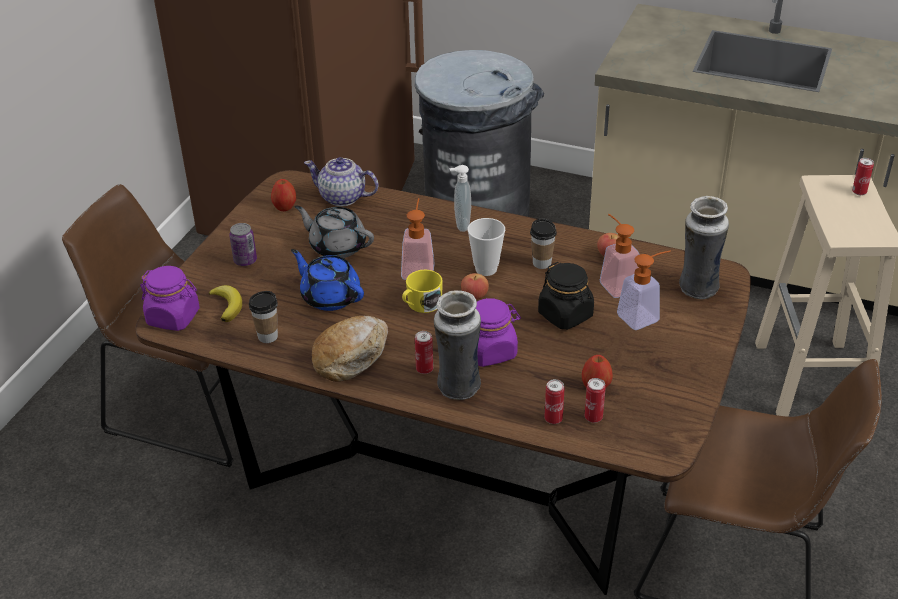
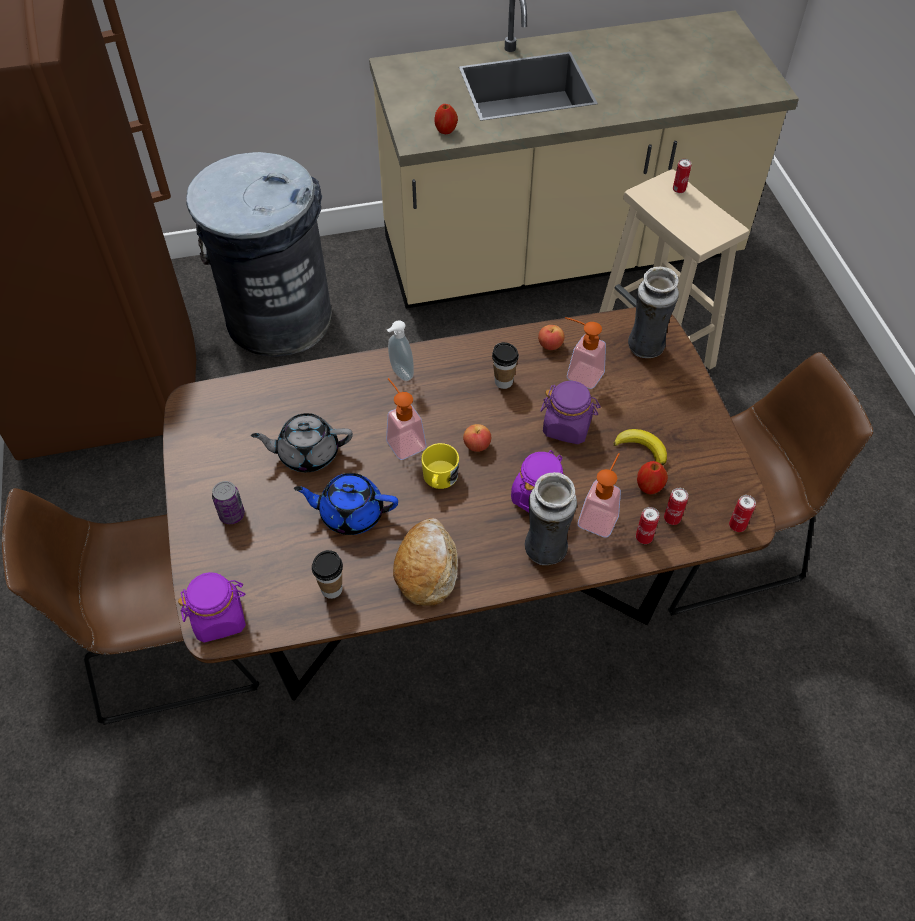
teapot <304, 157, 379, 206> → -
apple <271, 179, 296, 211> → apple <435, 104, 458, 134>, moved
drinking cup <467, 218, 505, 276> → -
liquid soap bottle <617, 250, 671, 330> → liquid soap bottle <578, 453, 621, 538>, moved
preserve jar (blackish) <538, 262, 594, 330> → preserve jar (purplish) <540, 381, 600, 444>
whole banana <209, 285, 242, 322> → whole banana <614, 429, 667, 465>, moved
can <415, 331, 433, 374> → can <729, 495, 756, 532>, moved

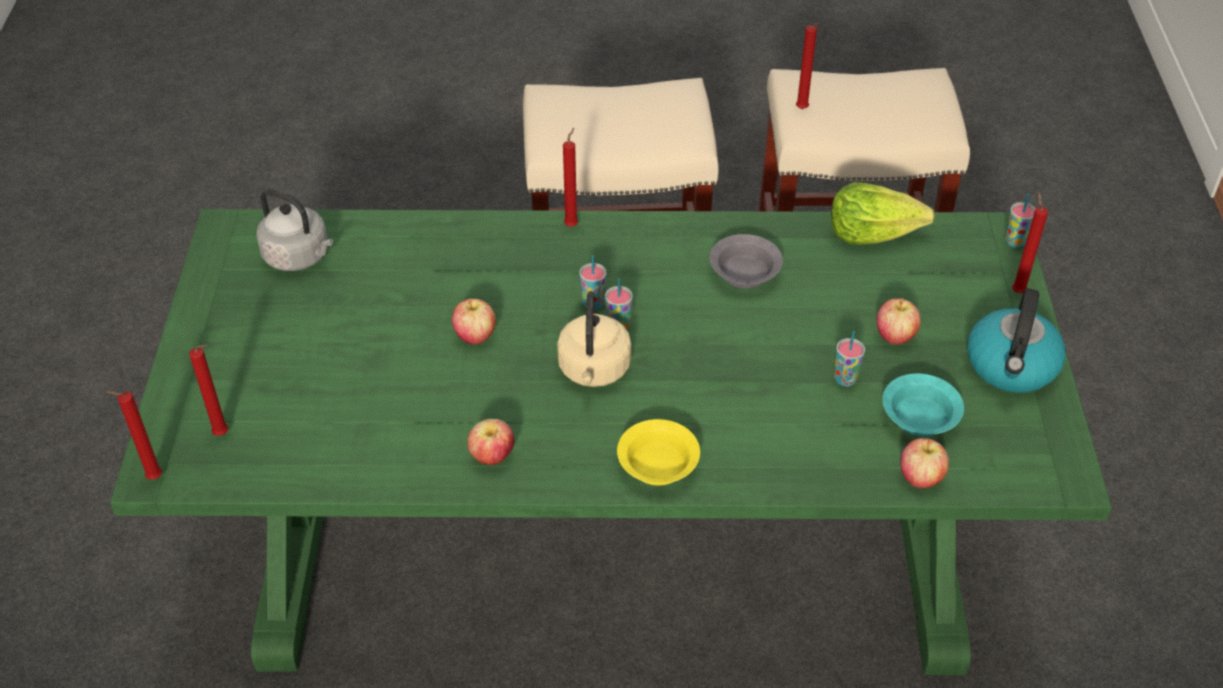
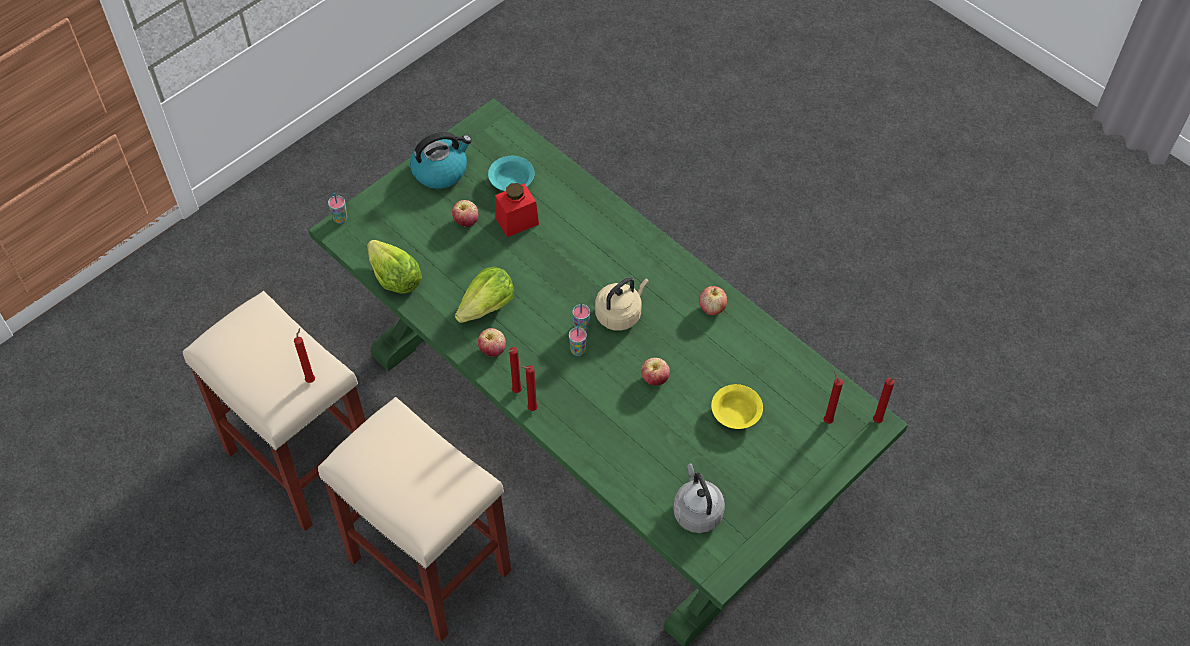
wax light (reddish) <1012, 193, 1048, 293> → wax light (reddish) <508, 347, 522, 393>, moved
deep dish (gray) <710, 234, 783, 289> → lettuce head <455, 267, 514, 323>
drinking cup <834, 331, 865, 387> → preserve jar (reddish) <495, 183, 539, 237>
deep dish (yellowish) <617, 419, 700, 486> → deep dish (yellowish) <711, 384, 763, 429>, moved
apple <900, 438, 949, 488> → apple <478, 328, 506, 357>, moved

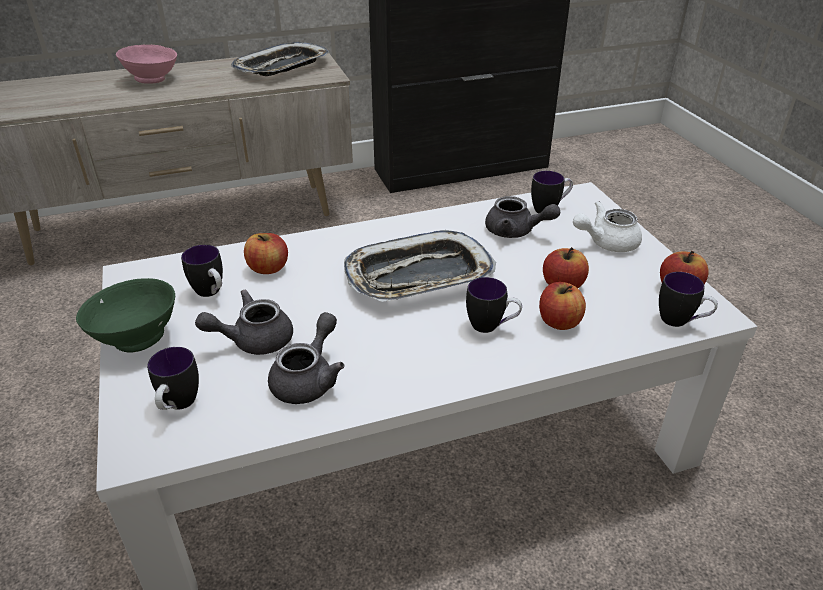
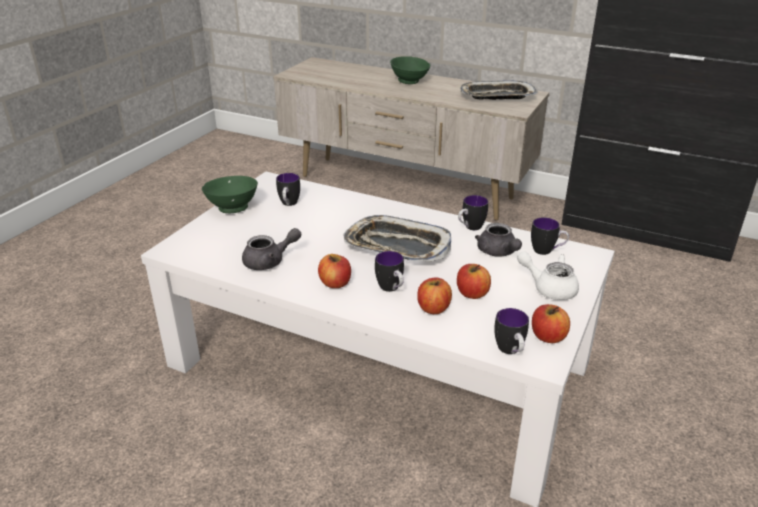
deep dish (pinkish) <116, 45, 177, 84> → deep dish (greenish) <390, 56, 430, 84>
apple <244, 233, 288, 274> → apple <318, 254, 351, 288>, moved
teapot (gray) <195, 290, 293, 355> → -
mug <147, 347, 199, 410> → mug <458, 195, 488, 230>, moved

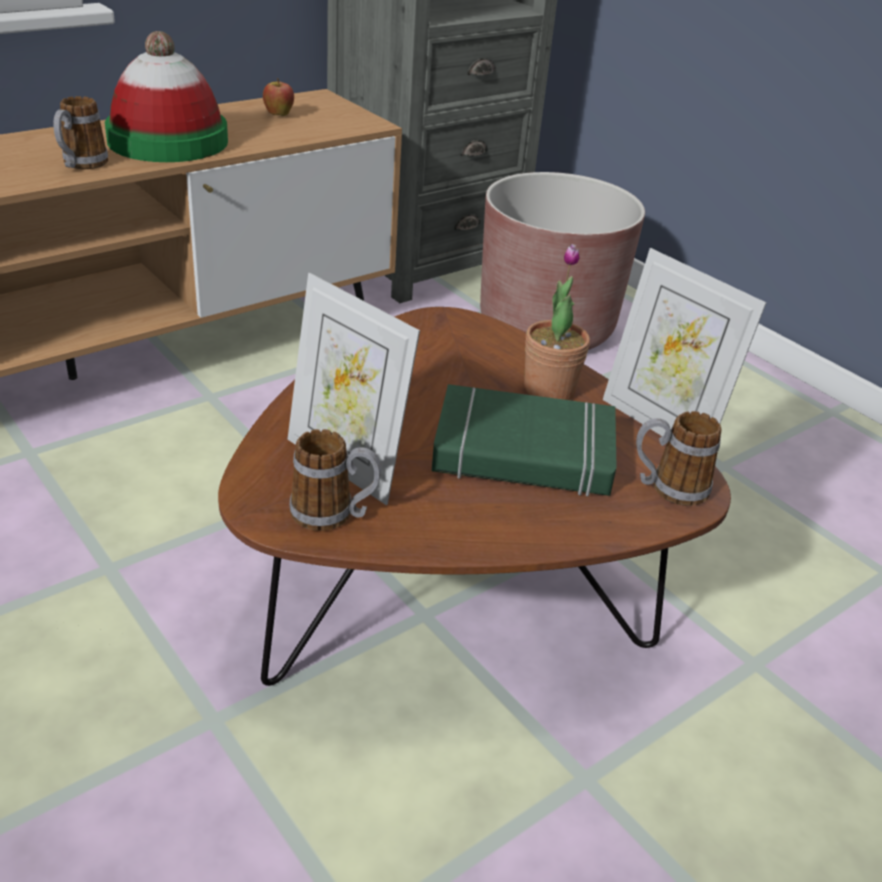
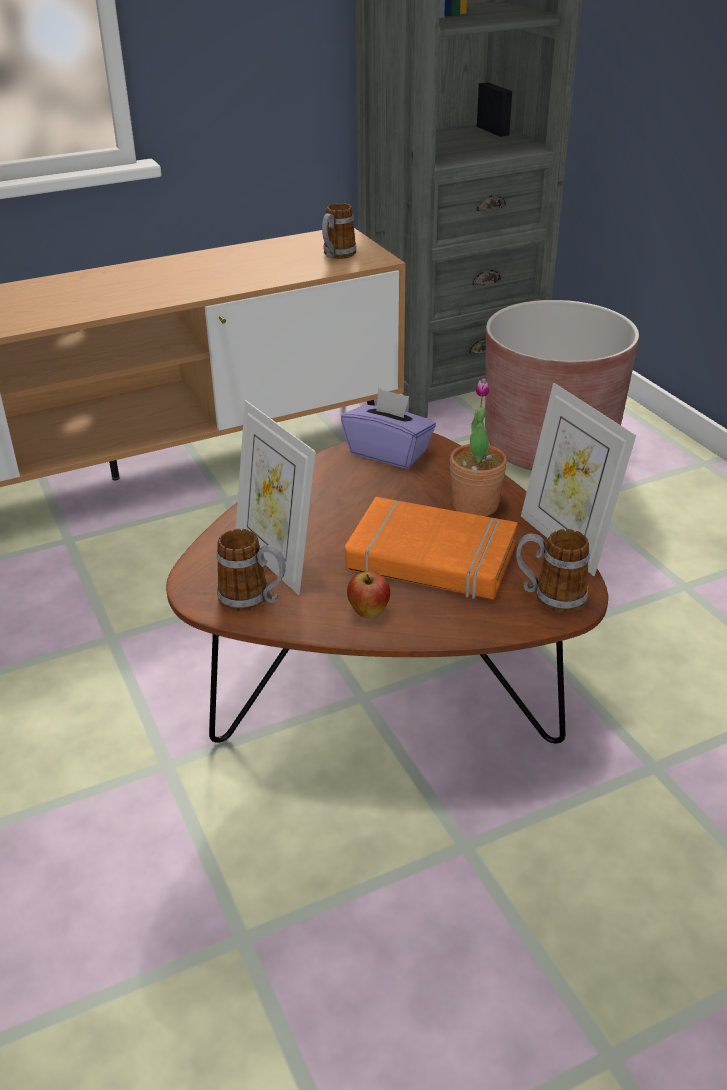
wearable hat <105, 31, 228, 162> → -
apple <263, 78, 294, 116> → apple <347, 571, 390, 618>, moved
mug <53, 96, 108, 169> → mug <322, 203, 357, 259>, moved
bound book (greenish) <432, 384, 617, 496> → bound book (orange) <345, 497, 518, 599>
- → tissue box (purplish) <341, 388, 436, 469>

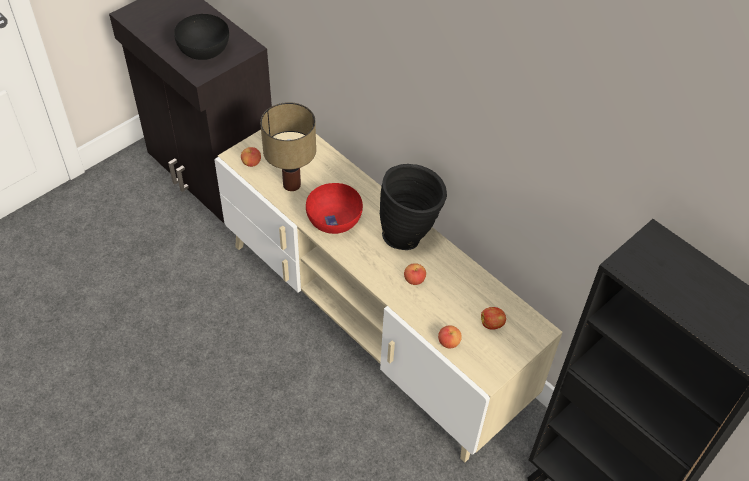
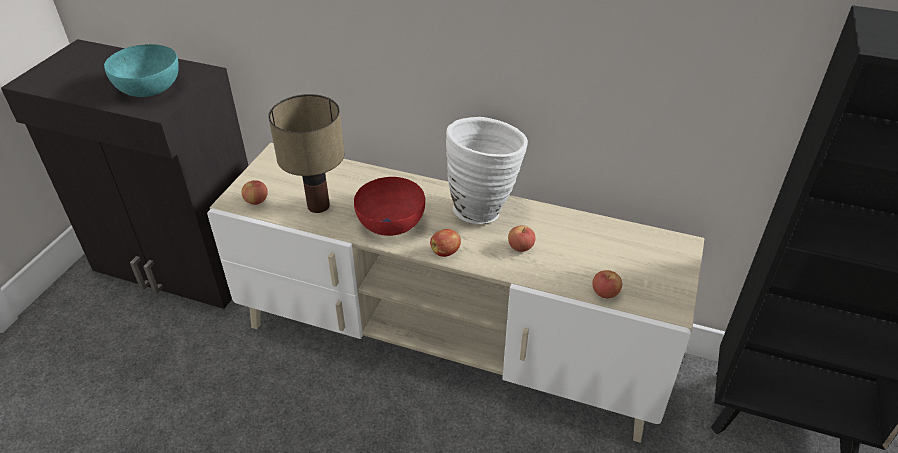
deep dish (blackish) <174, 14, 229, 60> → deep dish (blue-green) <104, 44, 179, 97>
vase (blackish) <380, 164, 447, 250> → vase (whitish) <446, 117, 528, 224>
apple <481, 307, 506, 330> → apple <430, 229, 461, 257>, moved

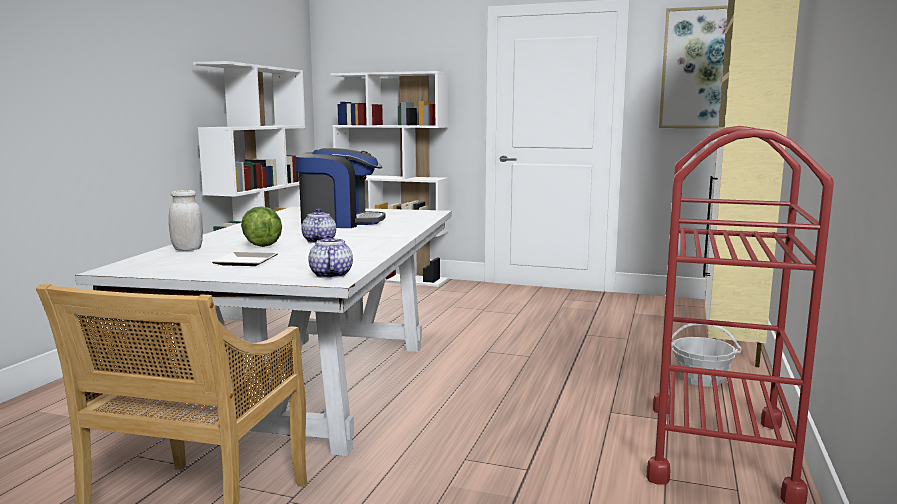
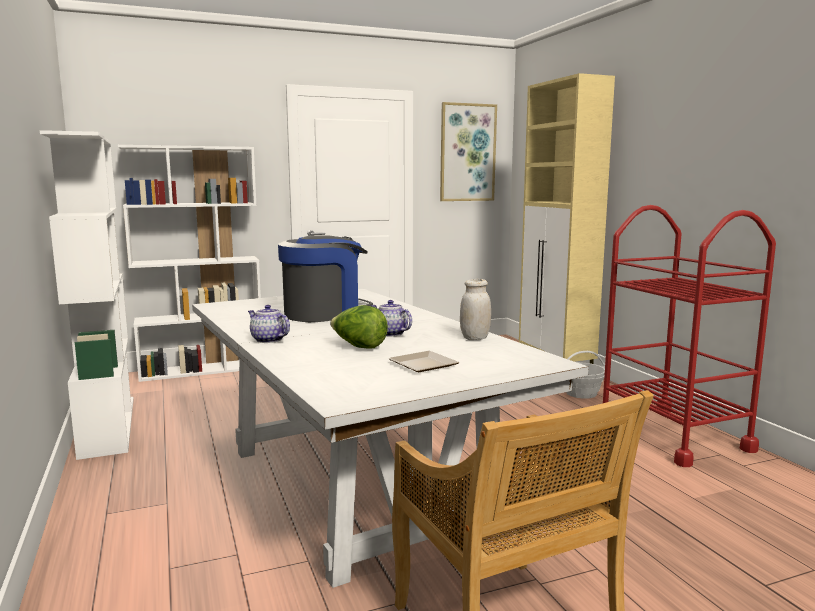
preserve jar (whitish) <169, 190, 203, 251> → preserve jar (whitish) <460, 279, 491, 340>, moved
teapot <308, 233, 353, 278> → teapot <248, 305, 290, 343>, moved

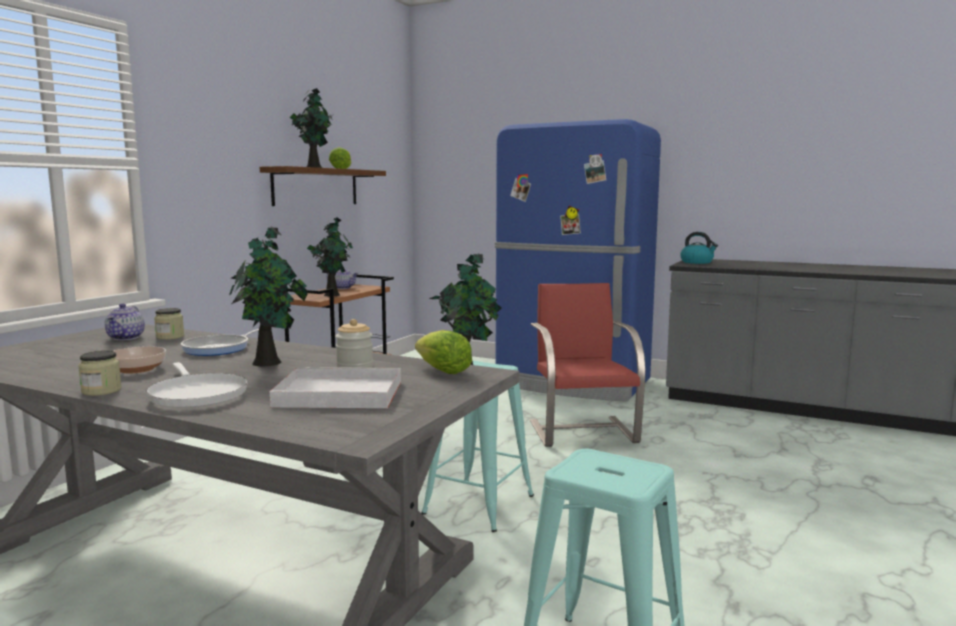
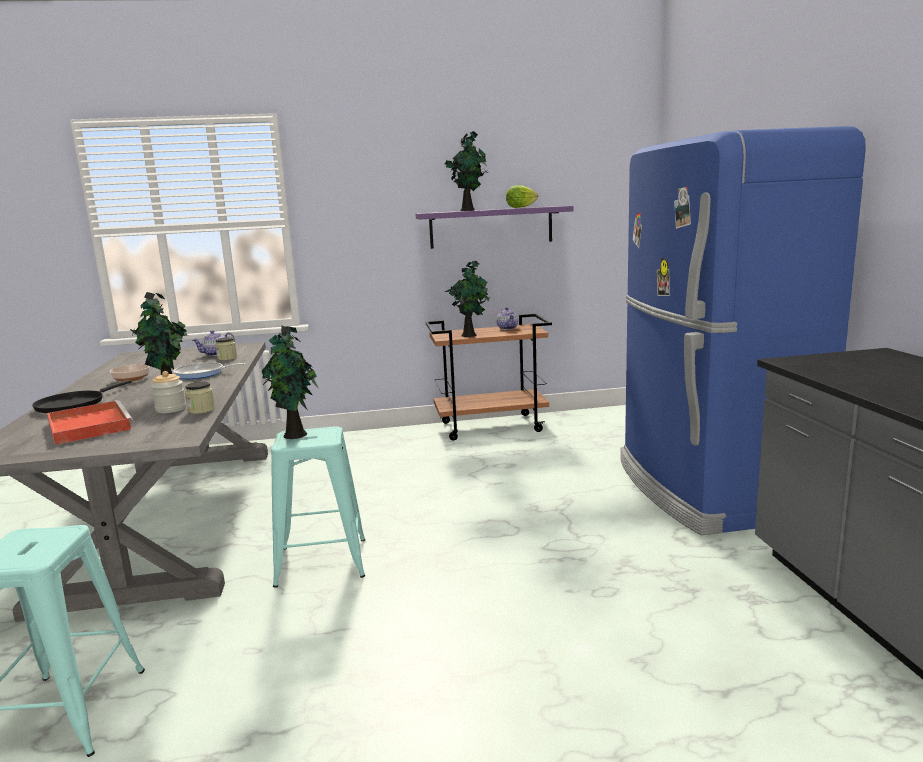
bracket shelf (brownish) <260, 166, 386, 206> → bracket shelf (purplish) <416, 206, 574, 249>
kettle <680, 232, 718, 264> → -
plain chair (reddish) <530, 283, 646, 447> → -
lettuce head <415, 330, 472, 374> → -
preserve jar <78, 351, 122, 396> → preserve jar <185, 381, 215, 414>, moved
frying pan (whitish) <146, 362, 248, 408> → frying pan (blackish) <32, 380, 131, 413>
tray (whitish) <270, 367, 401, 408> → tray (reddish) <47, 400, 133, 445>

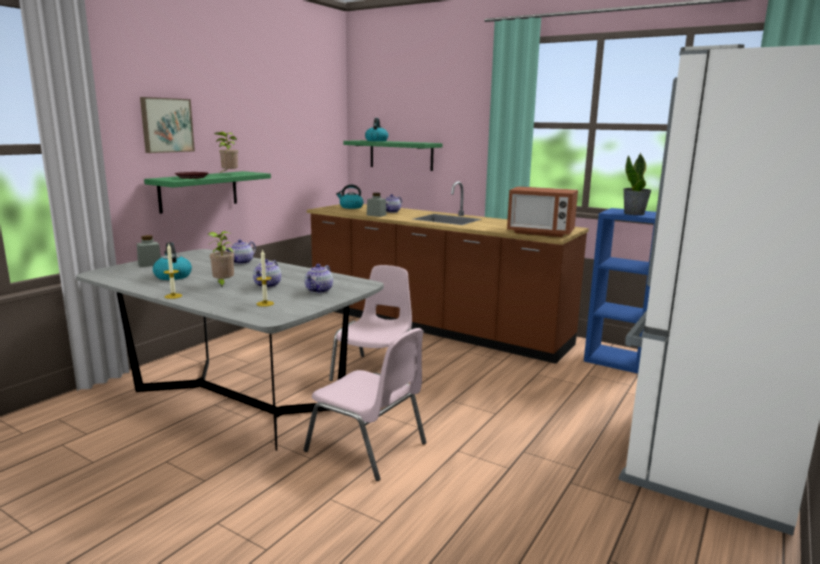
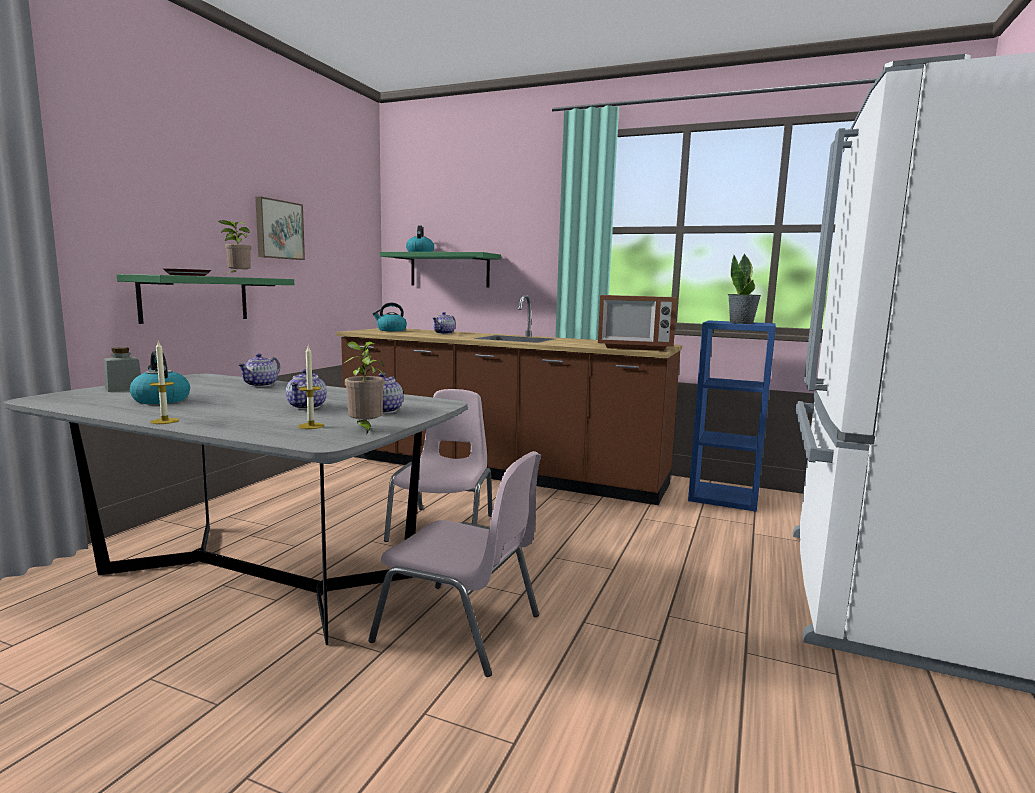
picture <140, 97, 195, 153> → picture <255, 197, 305, 260>, moved
preserve jar (gray) <367, 193, 386, 217> → -
houseplant <208, 231, 234, 287> → houseplant <344, 341, 385, 434>, moved

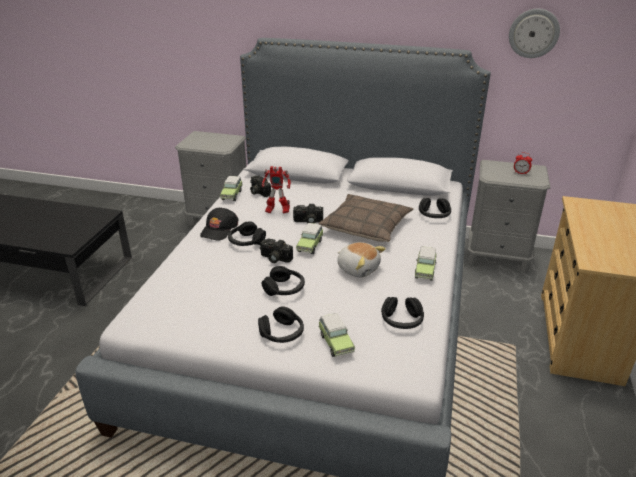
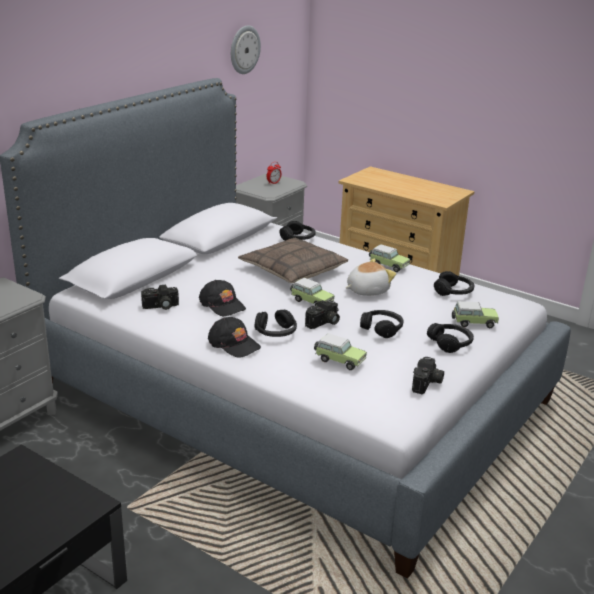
robot figure <262, 166, 291, 214> → cap (blackish) <199, 280, 246, 316>
miniature car <220, 176, 243, 201> → miniature car <314, 333, 367, 370>, moved
still camera <293, 204, 323, 224> → still camera <412, 357, 444, 394>, moved

